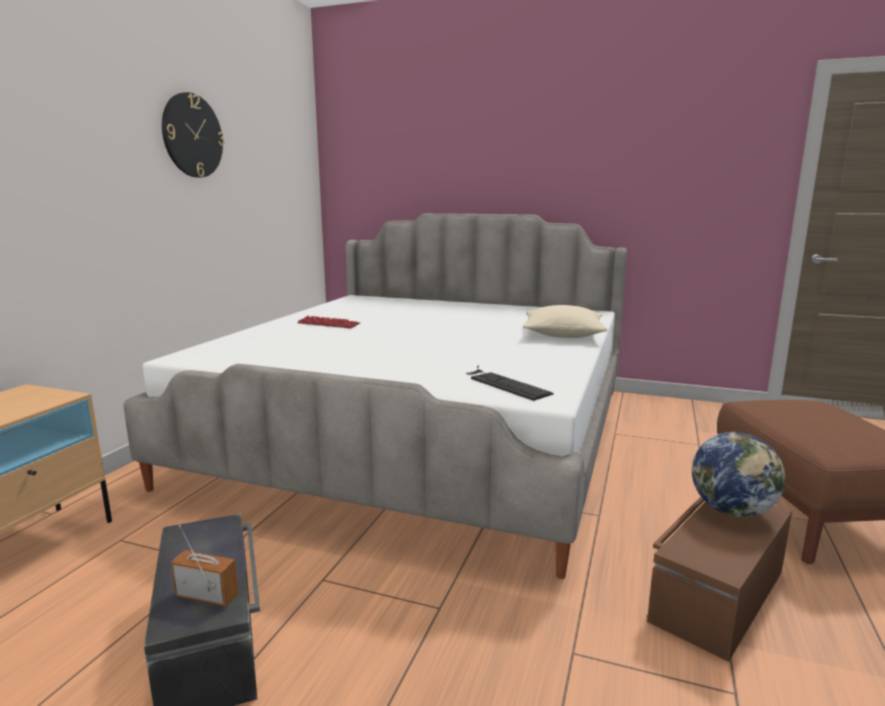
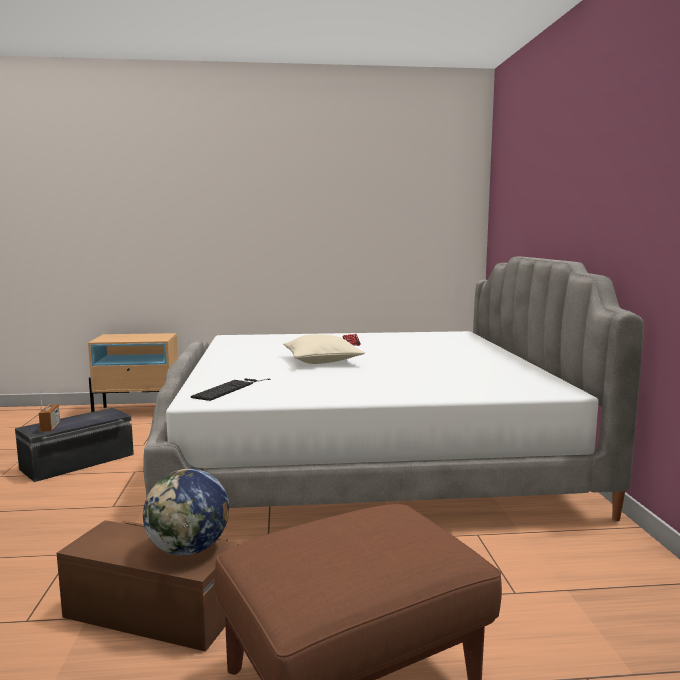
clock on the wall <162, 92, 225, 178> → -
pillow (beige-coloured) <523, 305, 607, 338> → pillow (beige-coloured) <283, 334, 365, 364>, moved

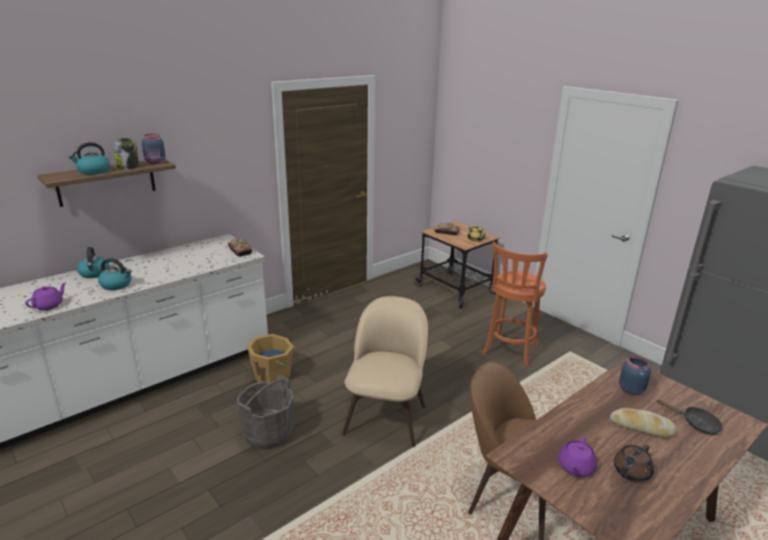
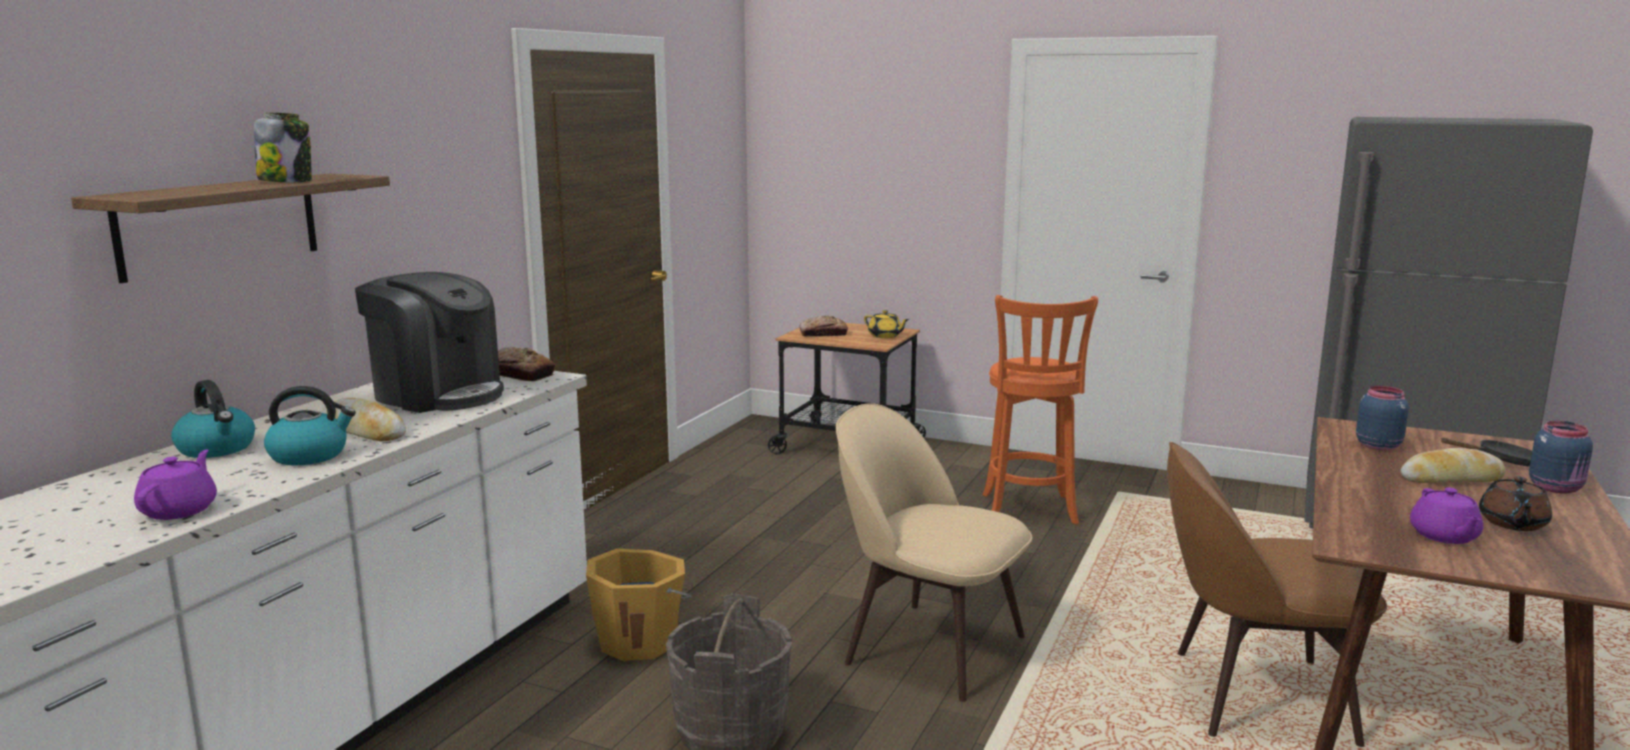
preserve jar (blue) <142, 134, 166, 164> → preserve jar (blue) <1529, 421, 1593, 494>, moved
kettle <69, 142, 110, 175> → -
plain chair (beige-coloured) <342, 296, 428, 447> → plain chair (beige-coloured) <836, 403, 1033, 702>, 45 degrees counterclockwise
- → coffee brewer <355, 272, 504, 413>
- → bakery bread <321, 398, 406, 441>

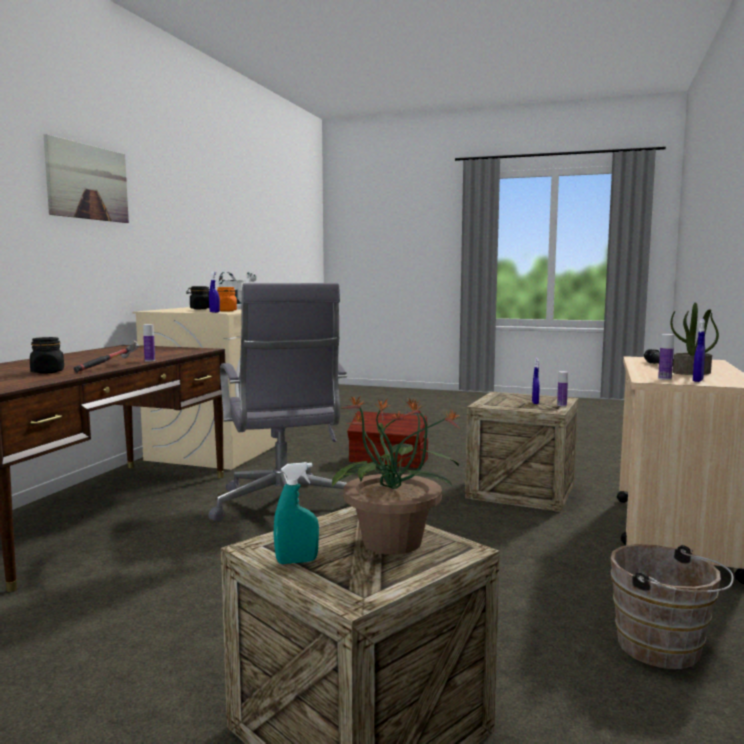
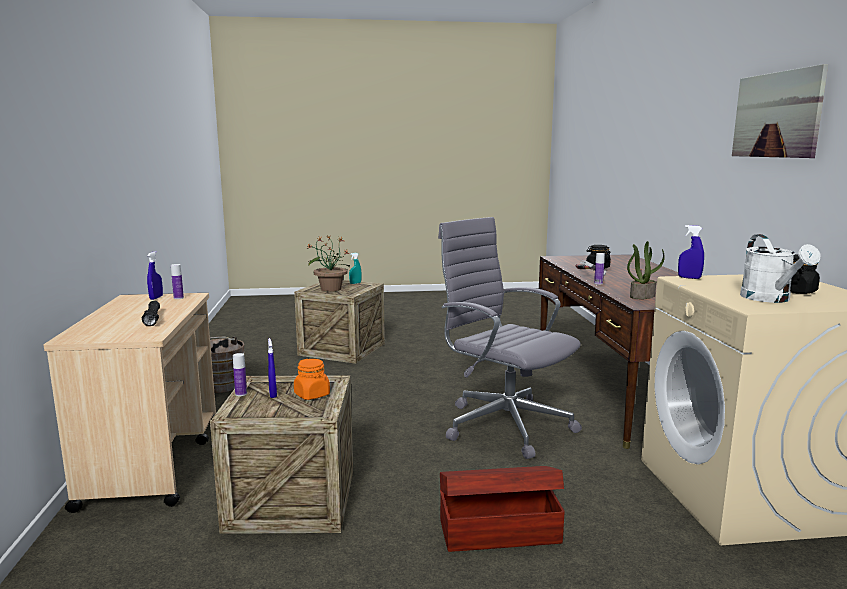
preserve jar (orange) <217, 287, 237, 311> → preserve jar (orange) <294, 359, 330, 400>, moved
houseplant <671, 302, 719, 375> → houseplant <627, 241, 665, 299>, moved

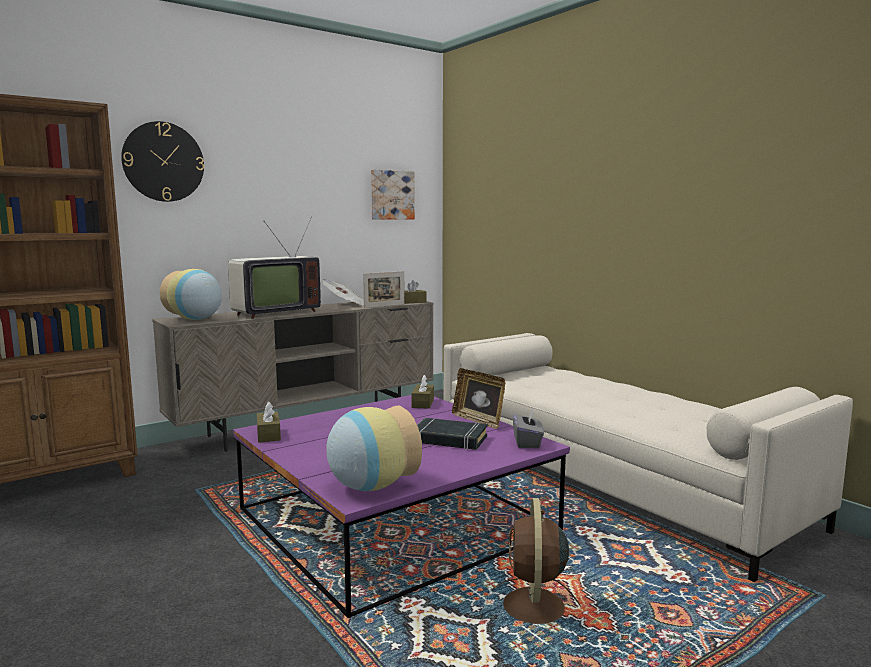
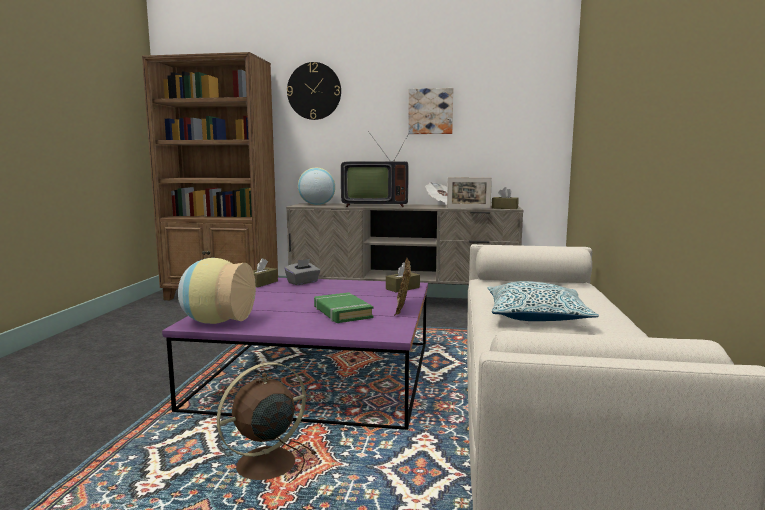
picture <371, 169, 415, 220> → picture <408, 88, 453, 134>, moved
tissue box (gray) <513, 408, 544, 448> → tissue box (gray) <285, 259, 320, 285>, moved
bound book (blackish) <417, 418, 487, 450> → bound book (greenish) <314, 292, 374, 323>
- → pillow <487, 281, 599, 321>

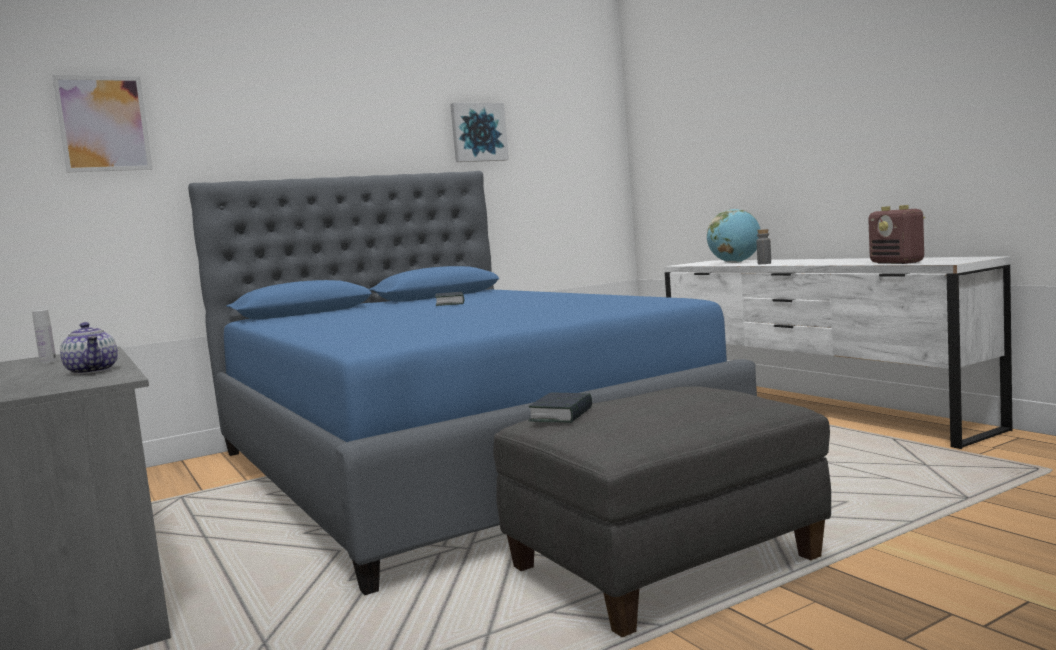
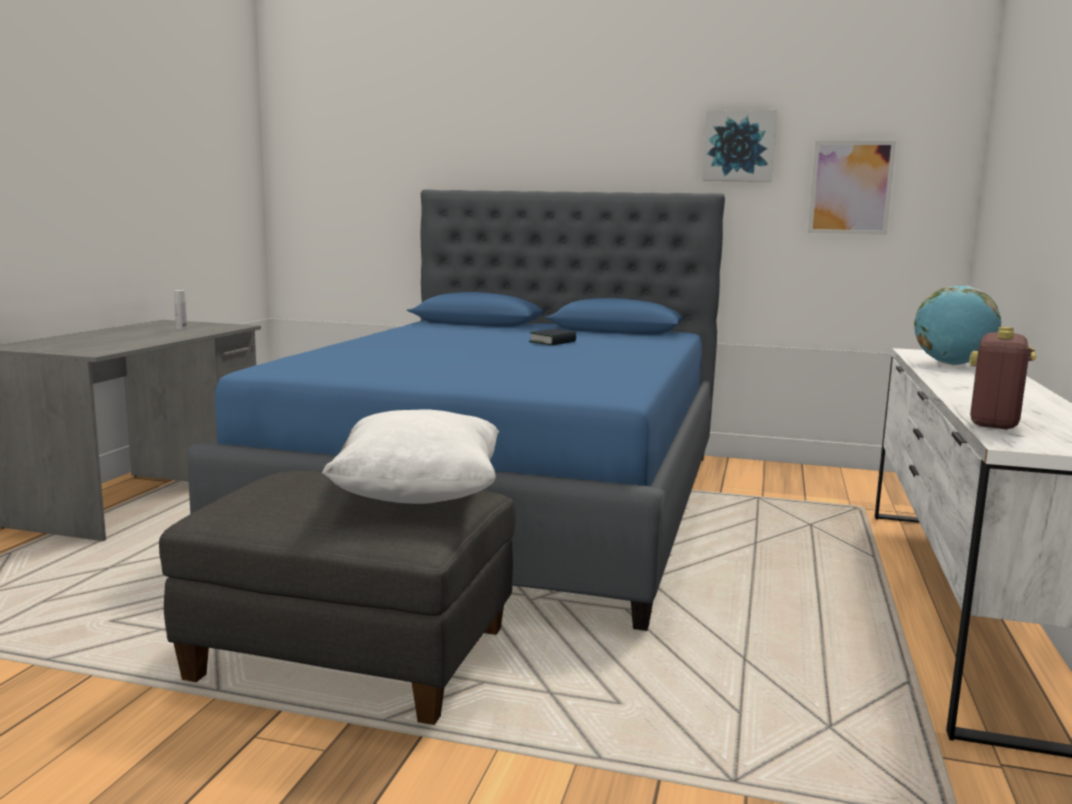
picture <52, 75, 153, 172> → picture <808, 141, 896, 235>, moved
beverage bottle (gray) <757, 229, 771, 264> → -
teapot <60, 322, 118, 375> → -
bound book <529, 393, 592, 423> → -
- → pillow (whitish) <322, 409, 499, 504>

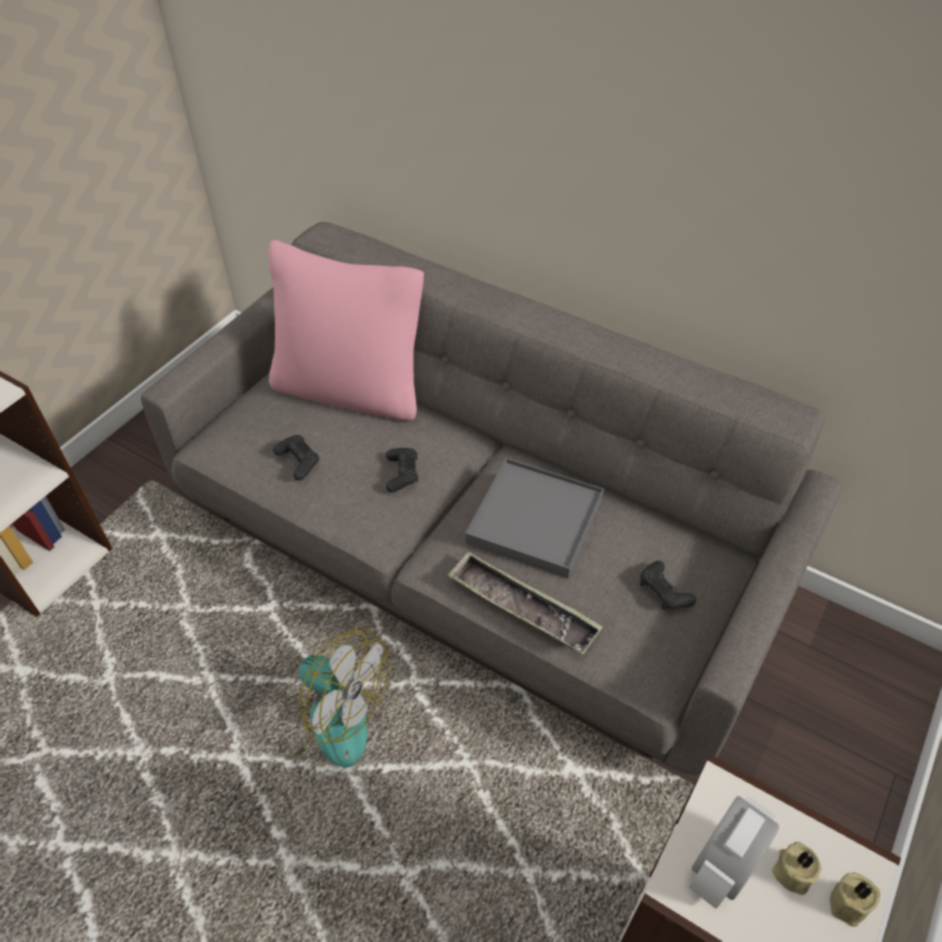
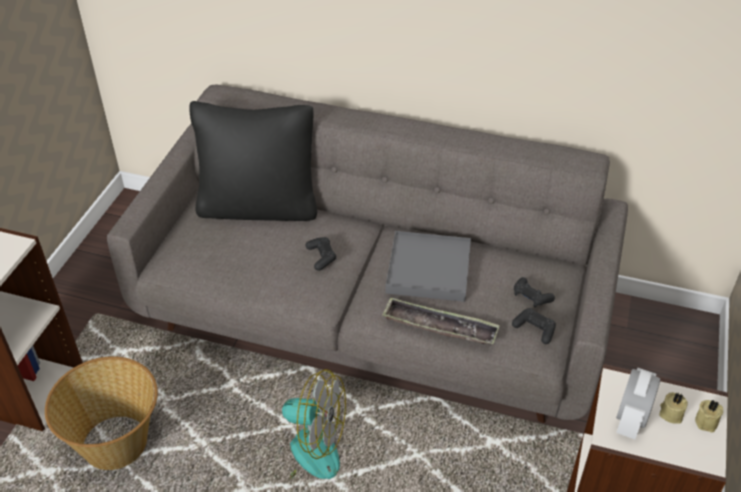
pillow (pinkish) <268, 240, 424, 421> → pillow (blackish) <189, 101, 317, 221>
joypad (blackish) <273, 435, 319, 481> → joypad (blackish) <512, 308, 556, 344>, moved
- → basket <45, 356, 158, 470>

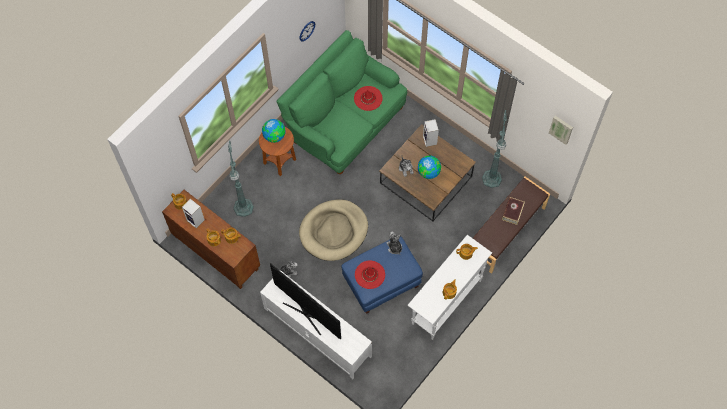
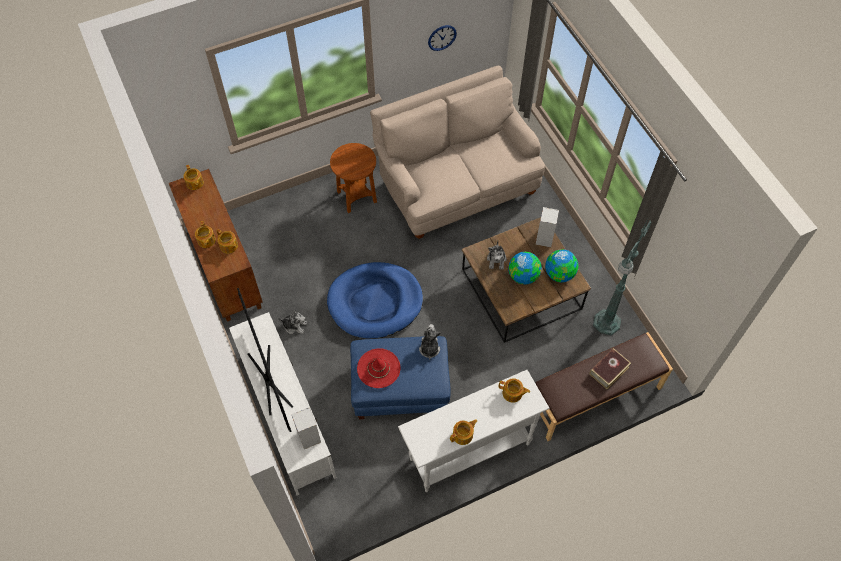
settee (greenish) <277, 30, 407, 174> → settee (beige-coloured) <370, 65, 545, 239>
wearable hat (reddish) <354, 86, 383, 111> → -
picture <549, 116, 573, 145> → -
world globe <262, 119, 286, 143> → world globe <545, 249, 579, 282>, moved
floor lamp (greenish) <228, 141, 254, 217> → -
loudspeaker <182, 199, 205, 228> → loudspeaker <291, 407, 321, 449>, moved
dog cushion (beige-coloured) <299, 199, 368, 261> → dog cushion (blue) <327, 262, 423, 339>

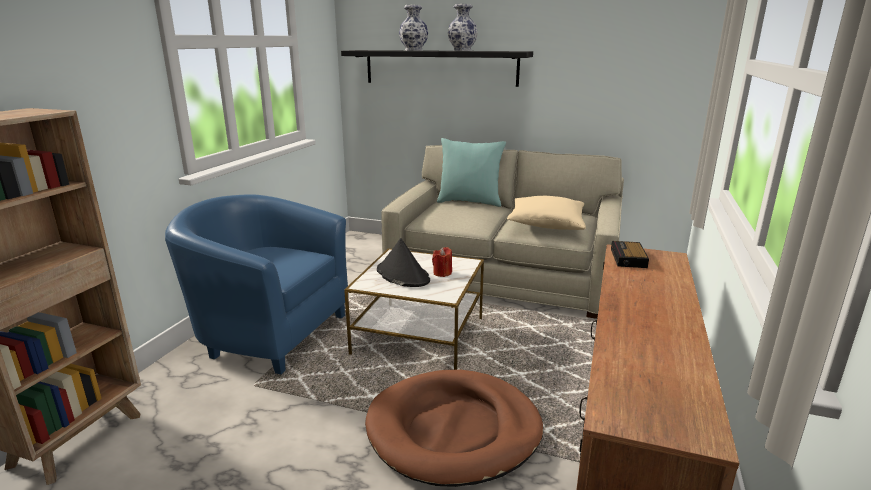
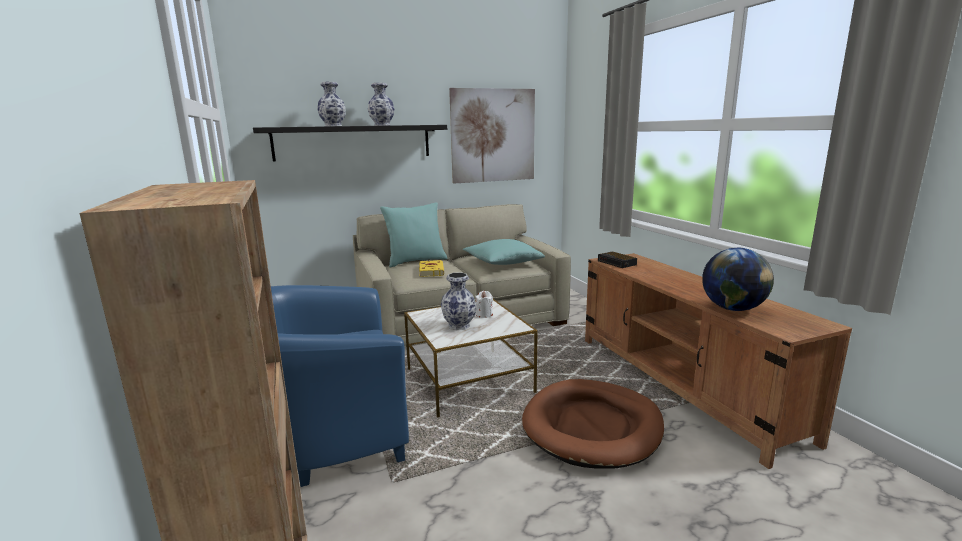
pillow (beige-coloured) <507, 196, 586, 230> → pillow (blue-green) <463, 239, 545, 265>
wearable hat (blackish) <377, 238, 430, 287> → vase <441, 272, 477, 330>
wax light (reddish) <432, 247, 452, 277> → wax light (whitish) <475, 291, 493, 318>
- → picture <449, 88, 535, 184>
- → world globe <702, 248, 774, 311>
- → bound book (yellowish) <419, 260, 444, 277>

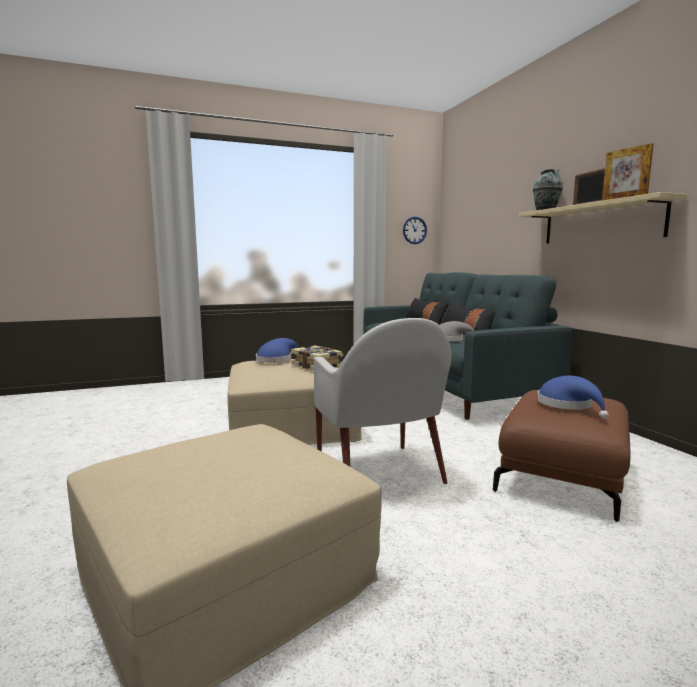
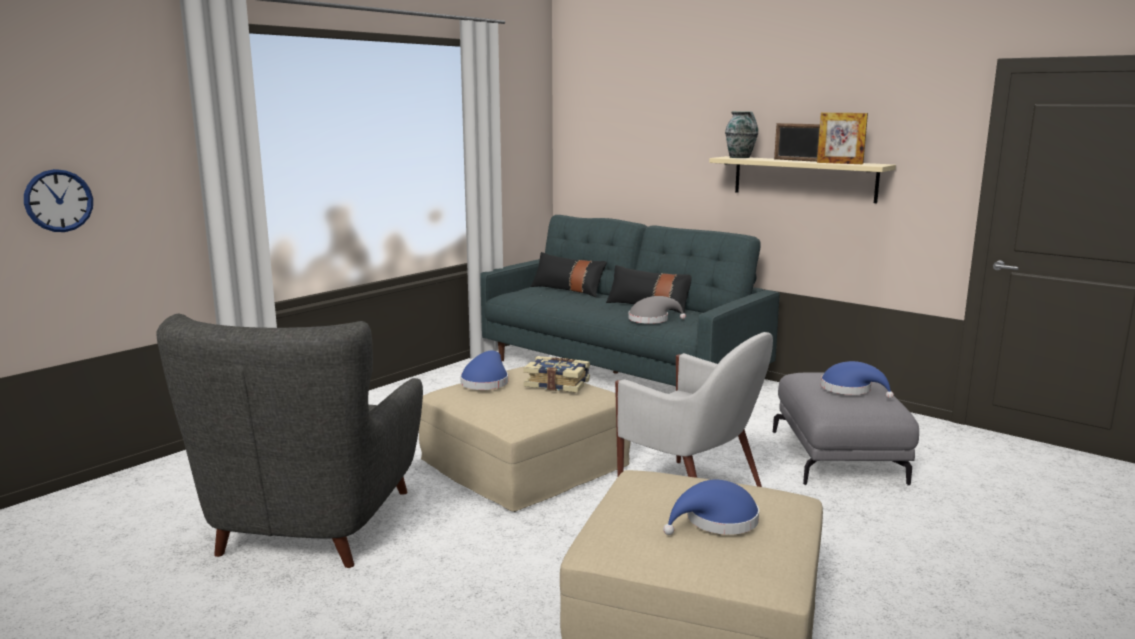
clock on the wall <403, 217, 427, 244> → clock on the wall <24, 169, 93, 232>, moved
footrest (brownish) <493, 390, 630, 522> → footrest (gray) <773, 372, 919, 486>
- → easy chair (gray) <156, 314, 423, 568>
- → wearable hat (blue) <663, 480, 759, 535>

